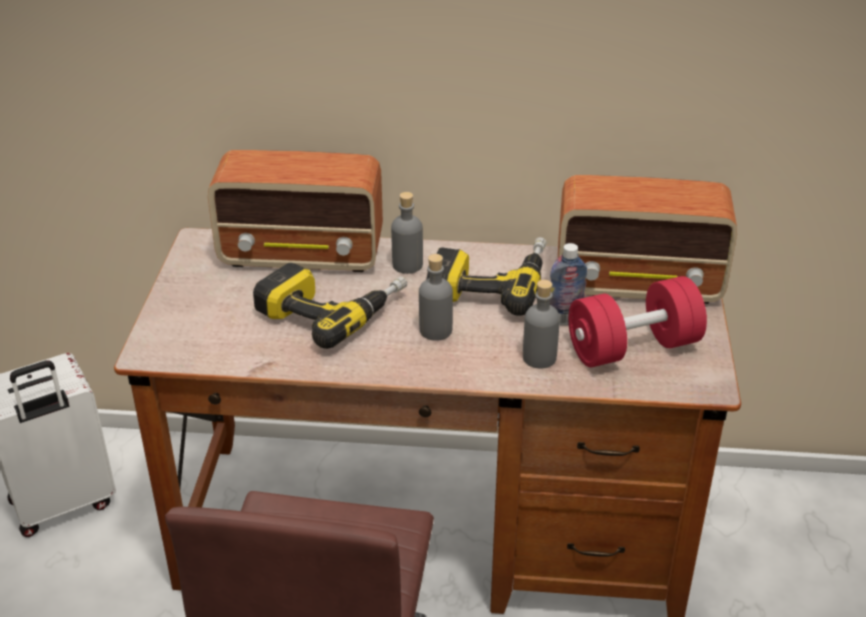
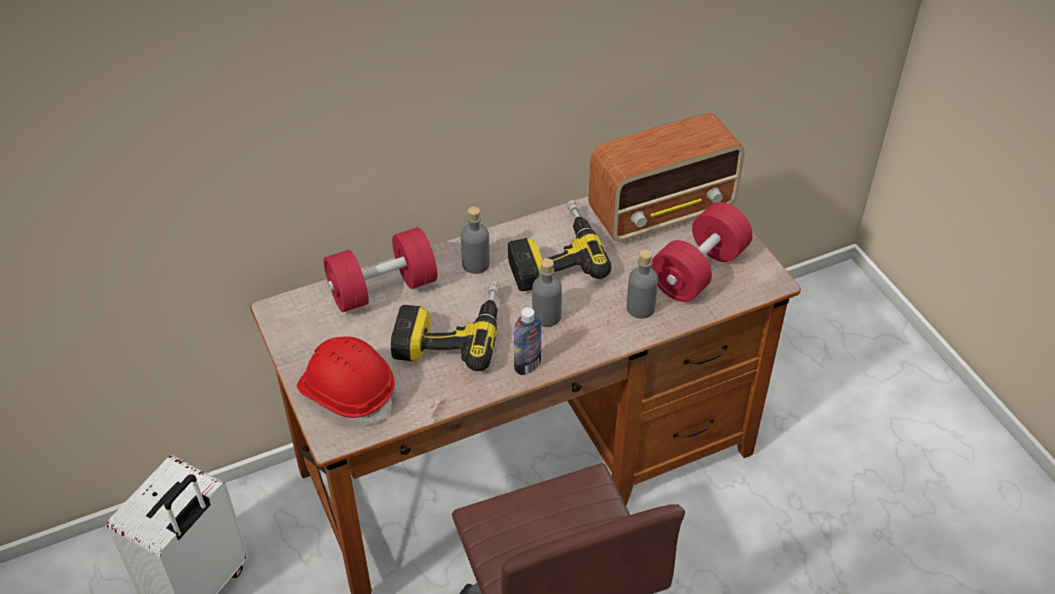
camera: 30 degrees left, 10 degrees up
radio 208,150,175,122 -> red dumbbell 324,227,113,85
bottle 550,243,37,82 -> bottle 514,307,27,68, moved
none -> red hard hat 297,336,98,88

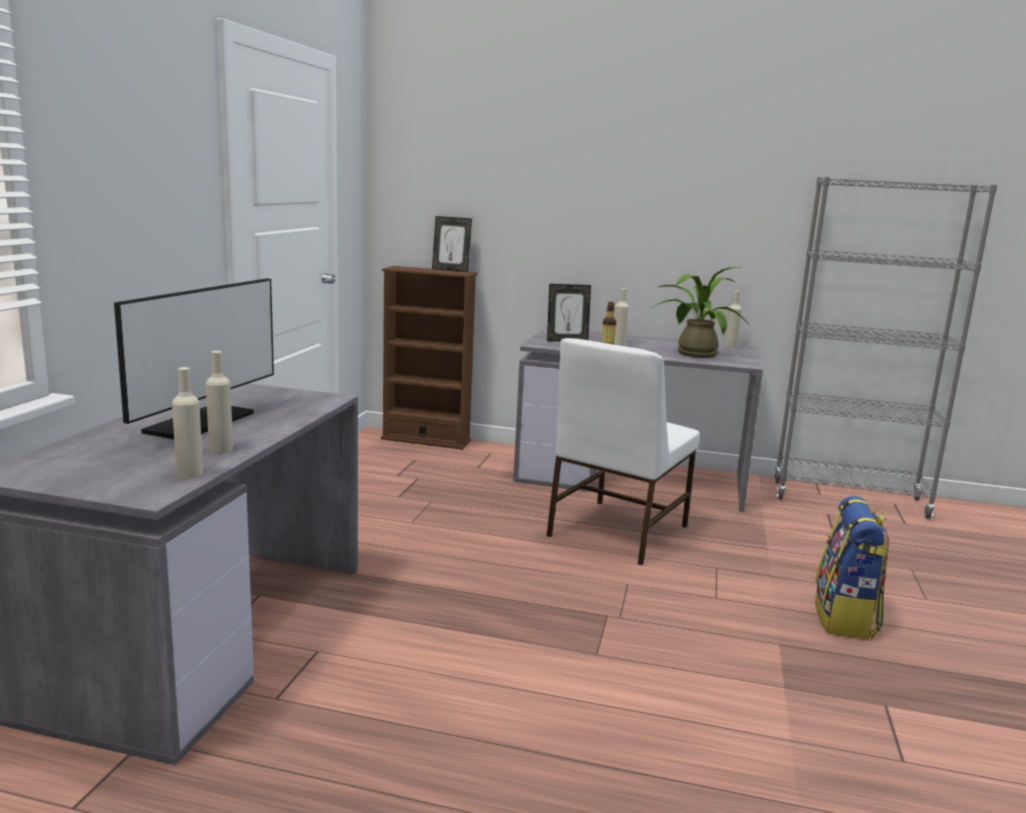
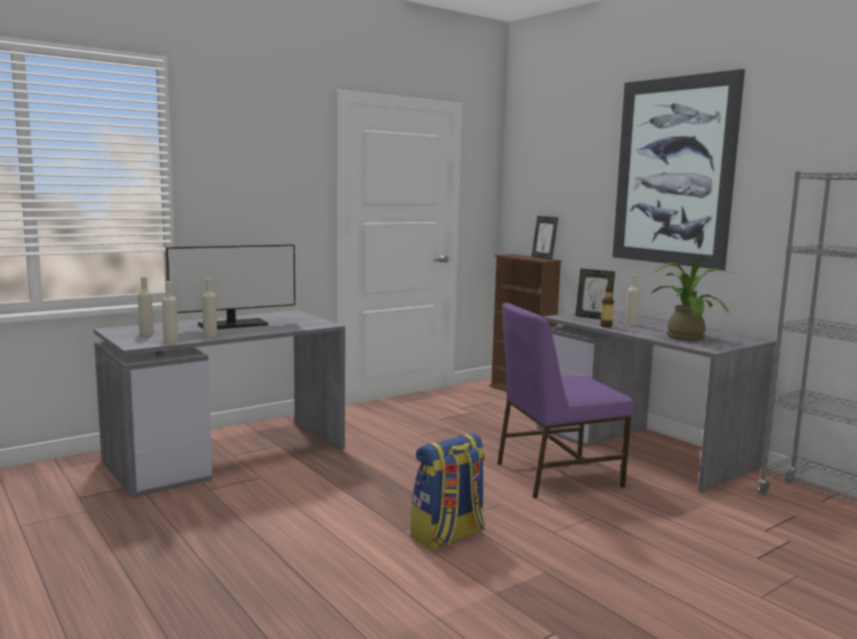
camera: 40 degrees right, 5 degrees down
white chair 546,338,154,227 -> purple chair 497,303,137,195
beige bottle 724,291,18,57 -> beige bottle 138,276,16,60, moved
backpack 815,496,74,144 -> backpack 411,433,75,117, moved
none -> picture 613,69,132,201

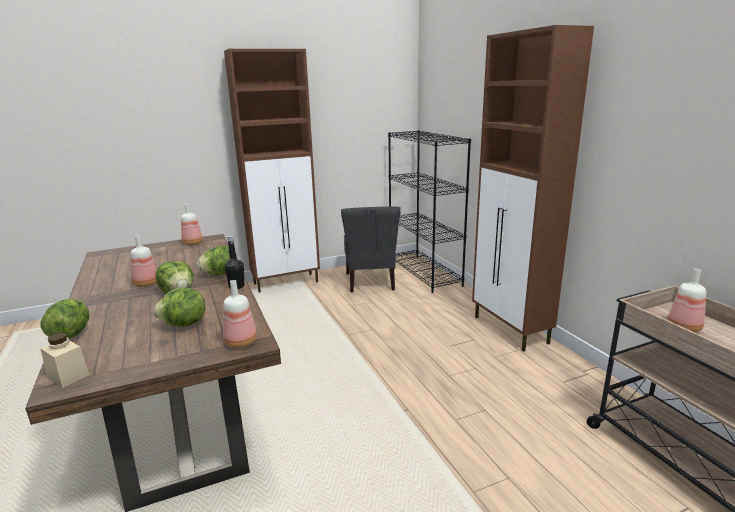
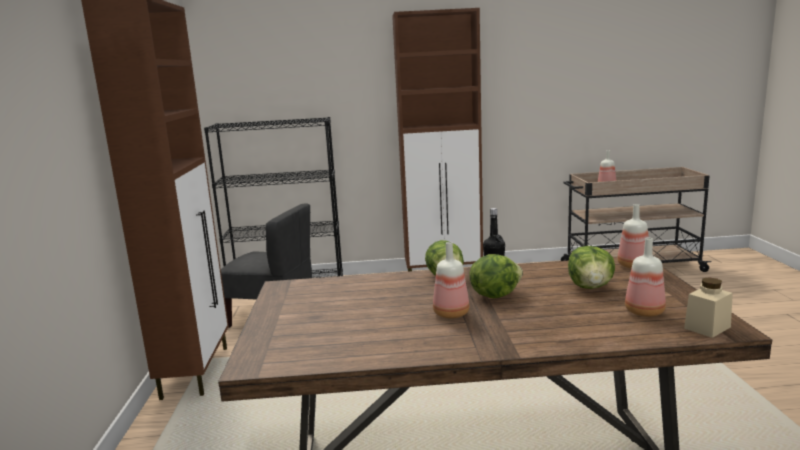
camera: 70 degrees left, 5 degrees down
lettuce 40,299,49,40 -> none
bottle 181,203,22,42 -> bottle 625,238,41,79, moved

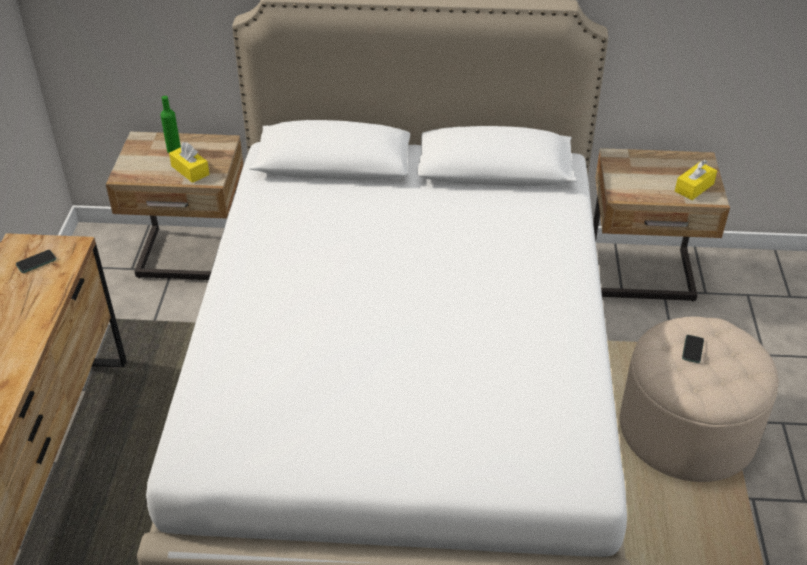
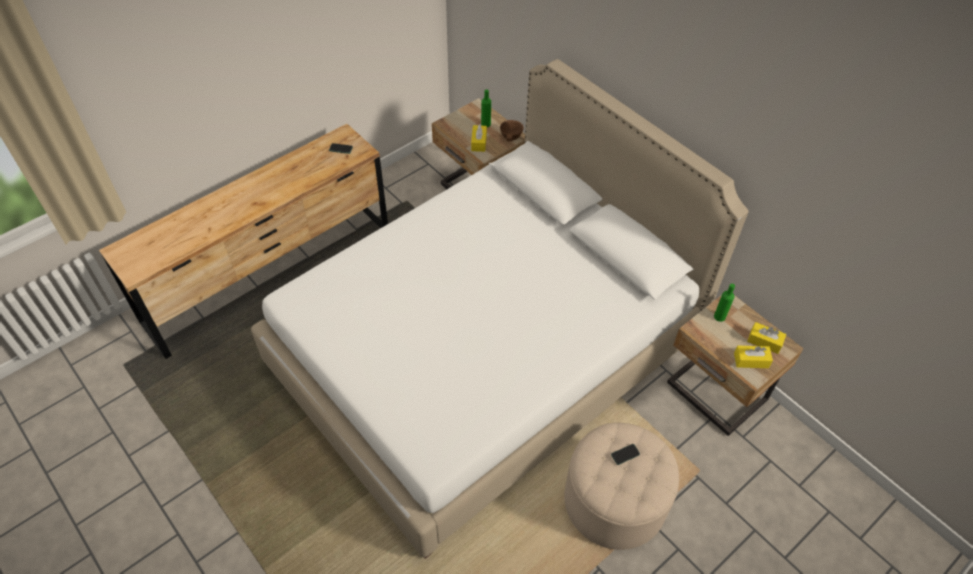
camera: 45 degrees right, 10 degrees up
none -> brown bowl 500,120,24,21
none -> green bottle 714,284,21,38
none -> yellow tissue box 747,322,40,32

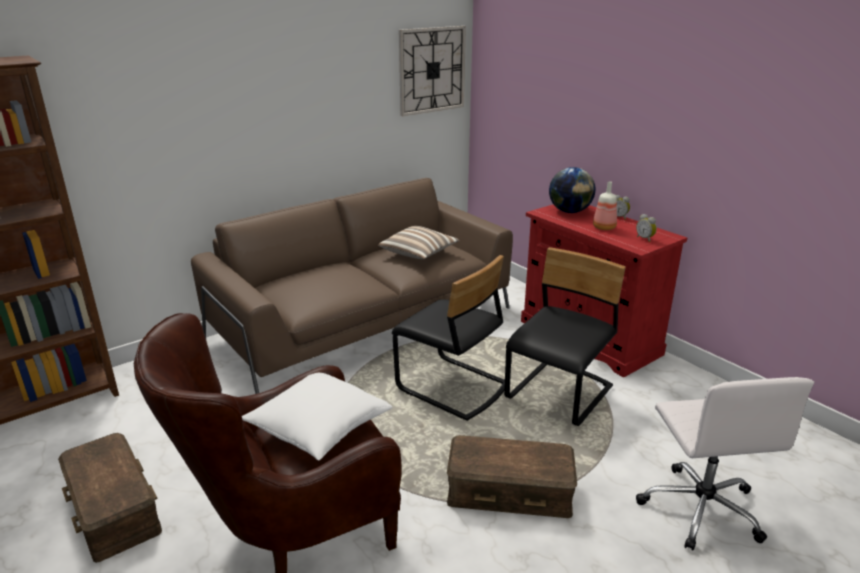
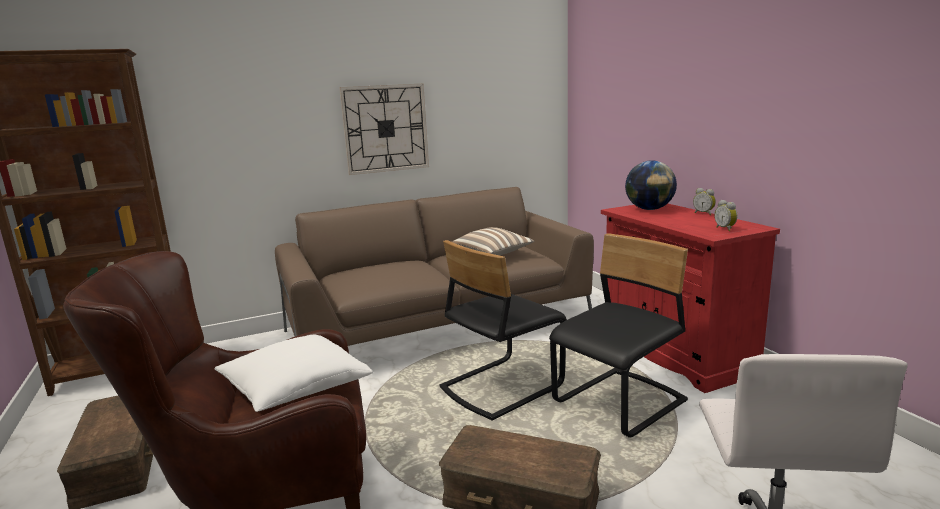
camera: 15 degrees right, 10 degrees down
black chair 392,255,113,166 -> black chair 440,240,127,181, 90 degrees clockwise
wall clock 399,26,67,90 -> wall clock 339,83,90,92, moved
bottle 593,181,24,49 -> none

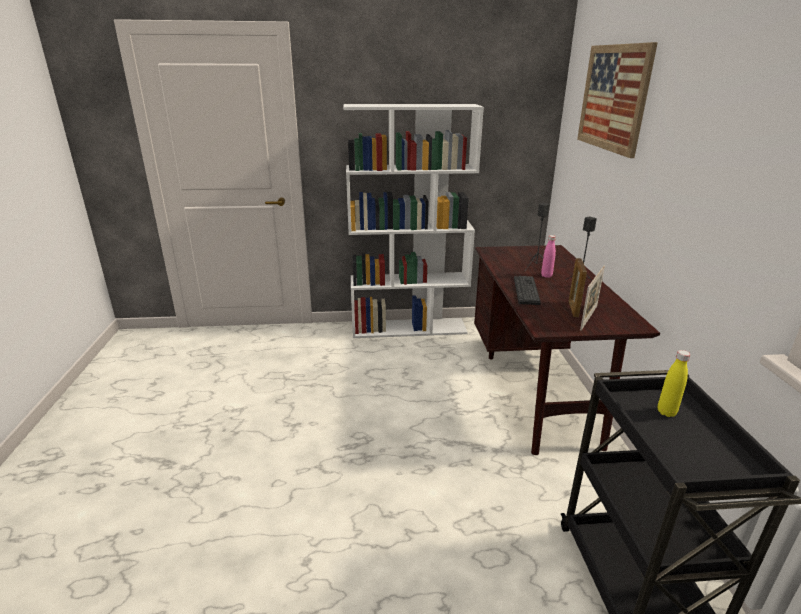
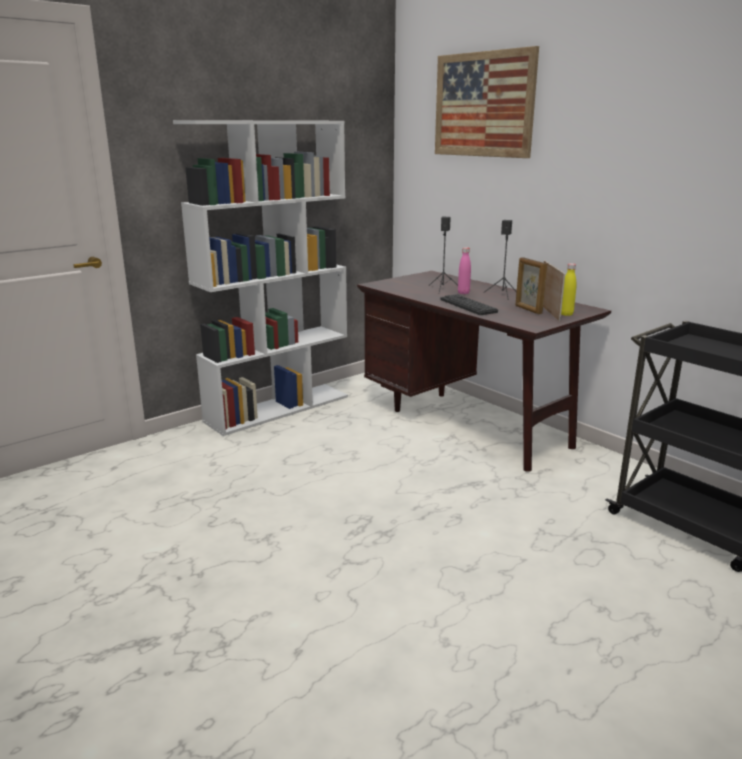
camera: 35 degrees left, 5 degrees down
yellow bottle 658,350,32,67 -> yellow bottle 561,263,15,53, moved

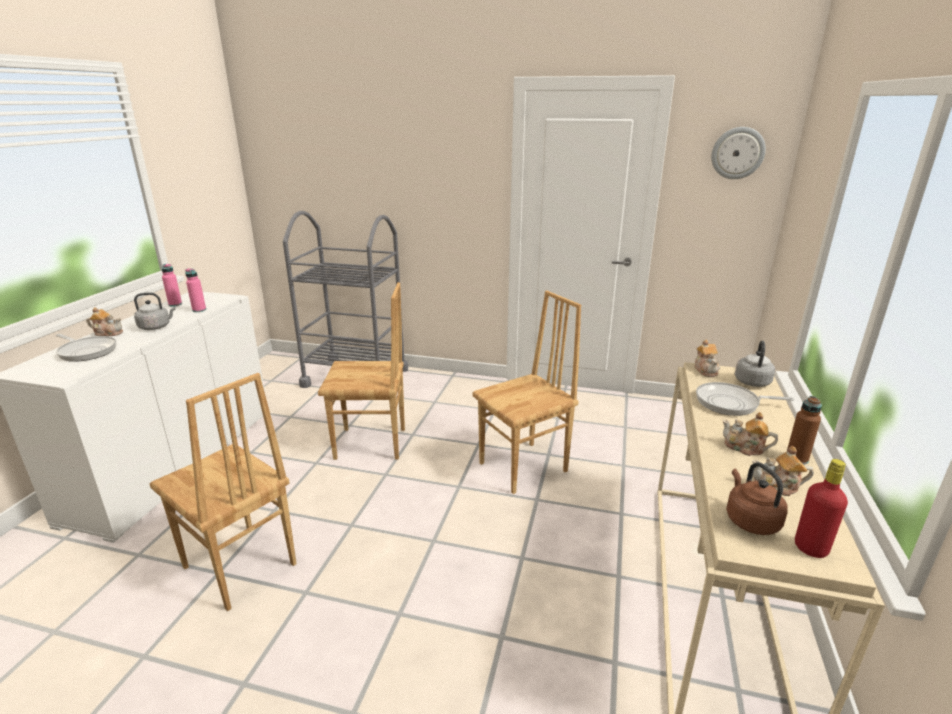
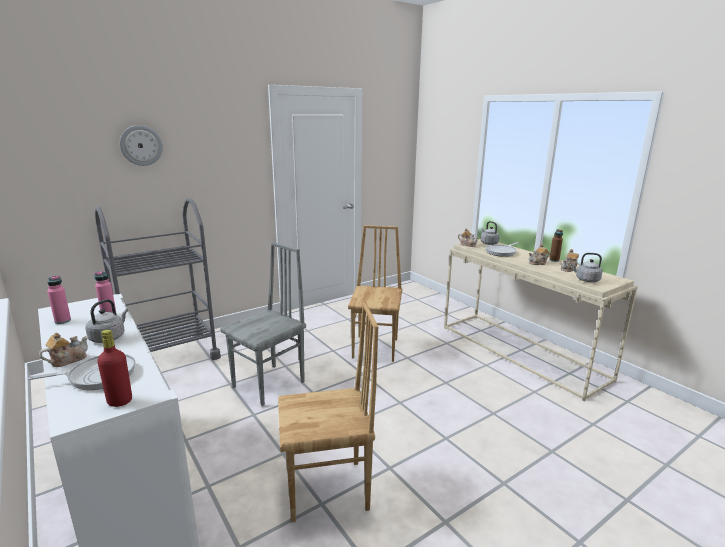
camera: 50 degrees left, 5 degrees down
brown chair 318,282,87,178 -> grey chair 220,242,86,164
wall clock 711,127,55,52 -> wall clock 120,125,43,41, moved
brown kettle 726,462,62,73 -> grey kettle 571,253,32,29
red bottle 795,459,53,99 -> red bottle 97,330,35,77, moved

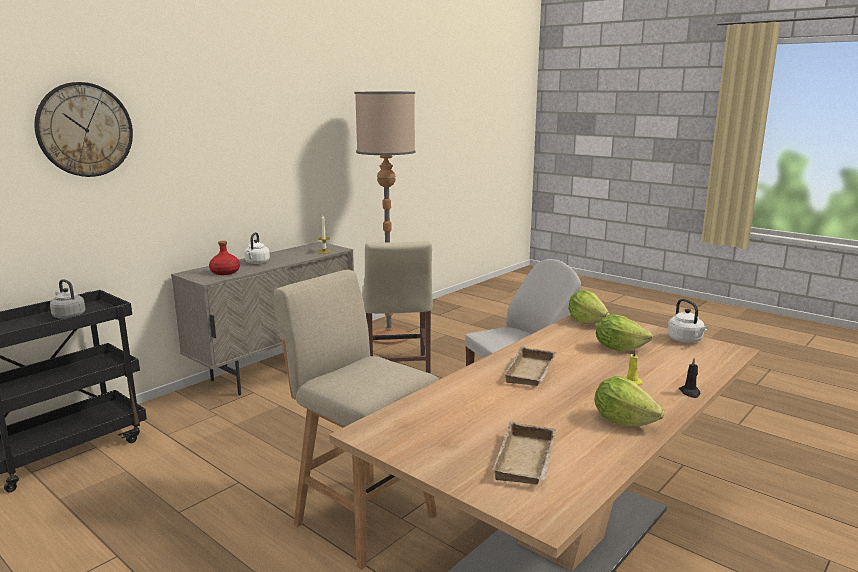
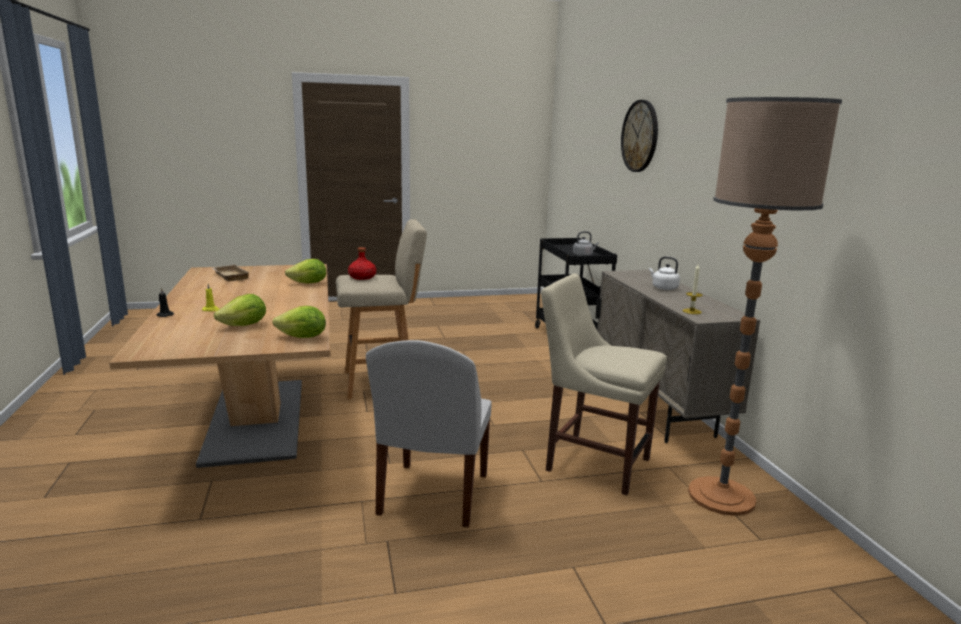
camera: 125 degrees right, 0 degrees up
red bottle 209,241,31,34 -> red bottle 348,247,28,33, moved
beige tray 503,346,53,40 -> none
lettuce 594,376,71,51 -> lettuce 285,259,41,25, moved
white kettle 668,299,40,44 -> none

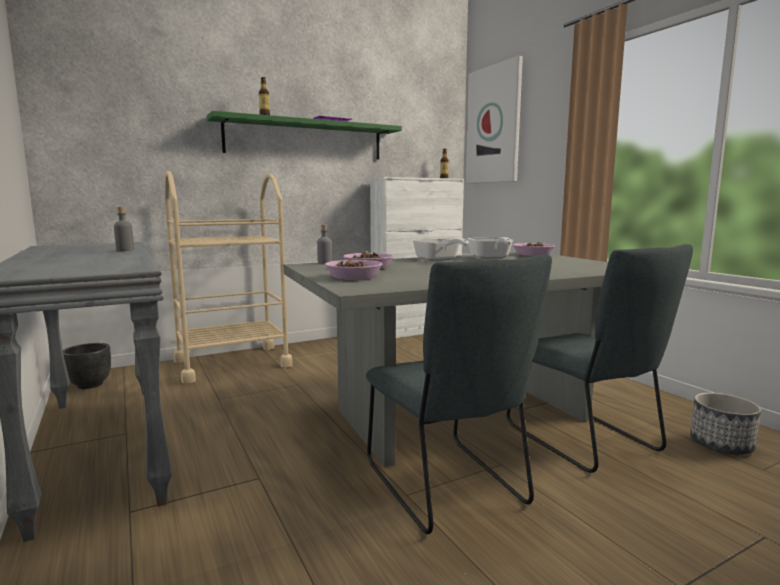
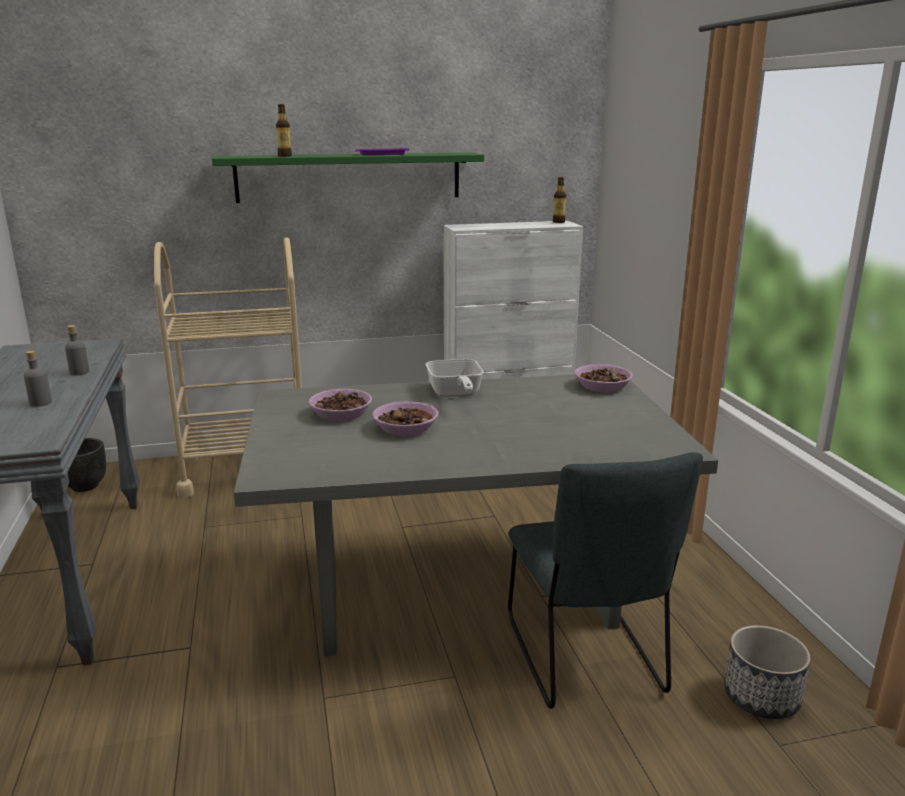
camera: 15 degrees right, 10 degrees up
grey bottle 317,225,15,39 -> grey bottle 24,351,28,56, moved
bowl 324,260,59,20 -> bowl 373,401,65,35, moved
grey chair 366,255,186,279 -> none
picture 466,56,57,128 -> none
frying pan 467,237,46,22 -> none

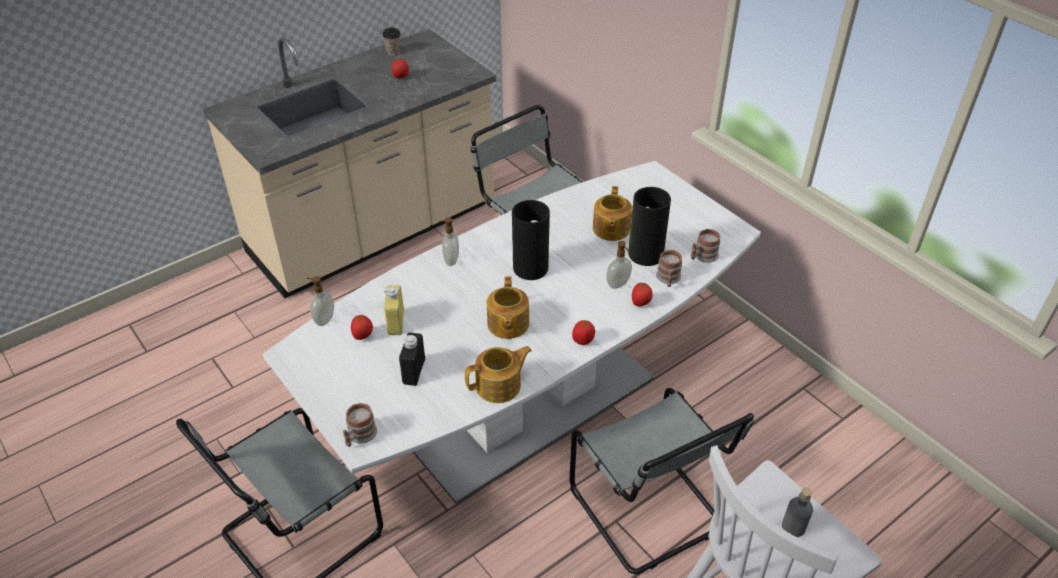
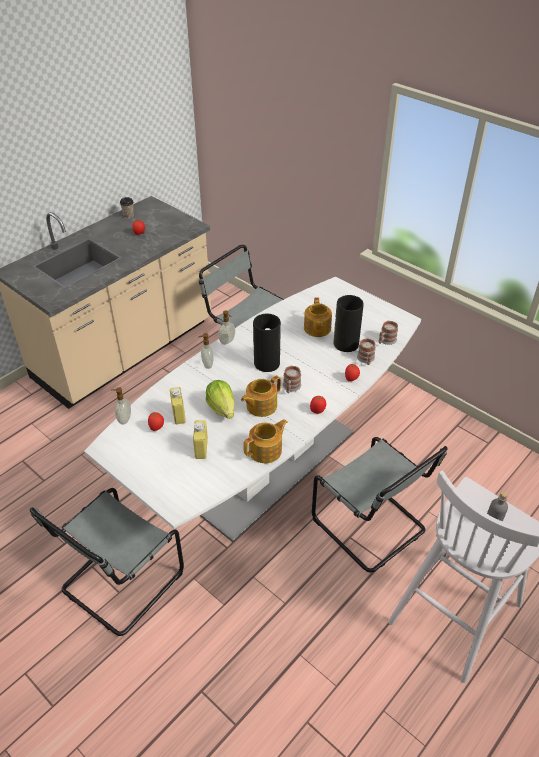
camera: 10 degrees left, 0 degrees up
mug 343,403,34,44 -> mug 283,366,18,27, moved
black bottle 399,333,26,53 -> yellow bottle 193,420,15,39
teapot 487,276,42,63 -> teapot 241,375,40,42, 60 degrees clockwise
soap dispenser 606,241,26,48 -> soap dispenser 218,310,17,35, moved
none -> lettuce 206,380,29,39

